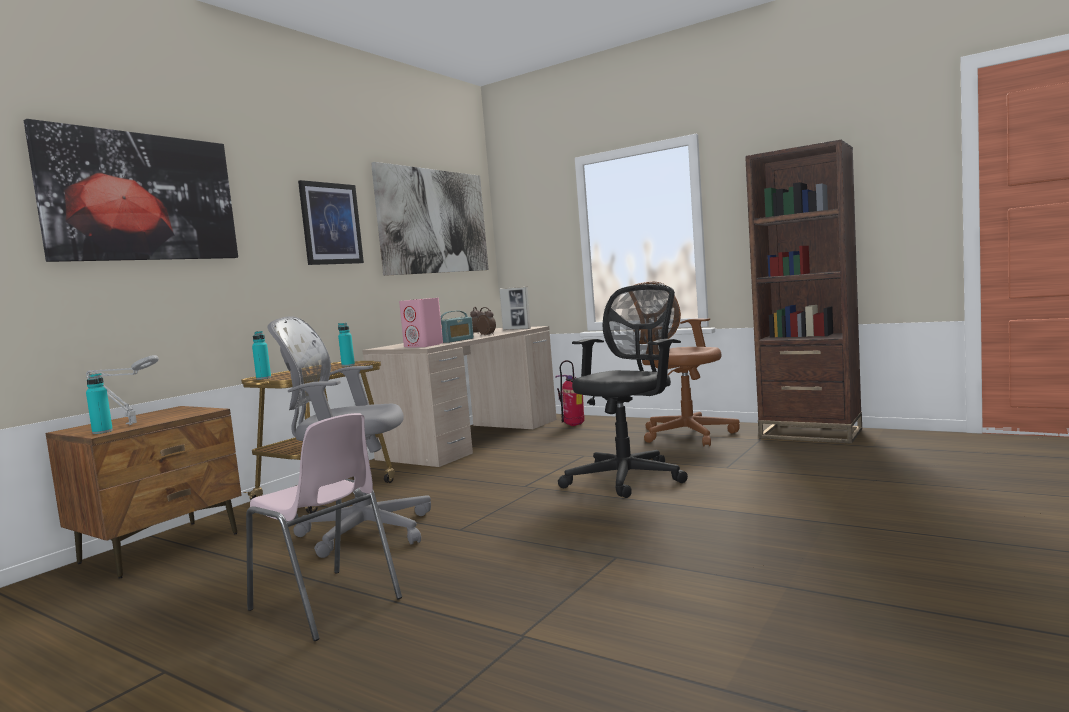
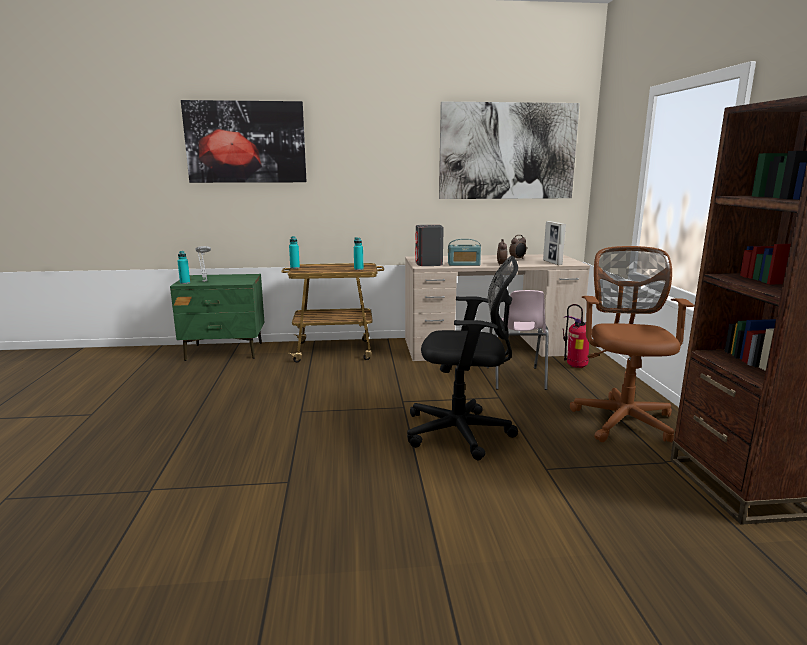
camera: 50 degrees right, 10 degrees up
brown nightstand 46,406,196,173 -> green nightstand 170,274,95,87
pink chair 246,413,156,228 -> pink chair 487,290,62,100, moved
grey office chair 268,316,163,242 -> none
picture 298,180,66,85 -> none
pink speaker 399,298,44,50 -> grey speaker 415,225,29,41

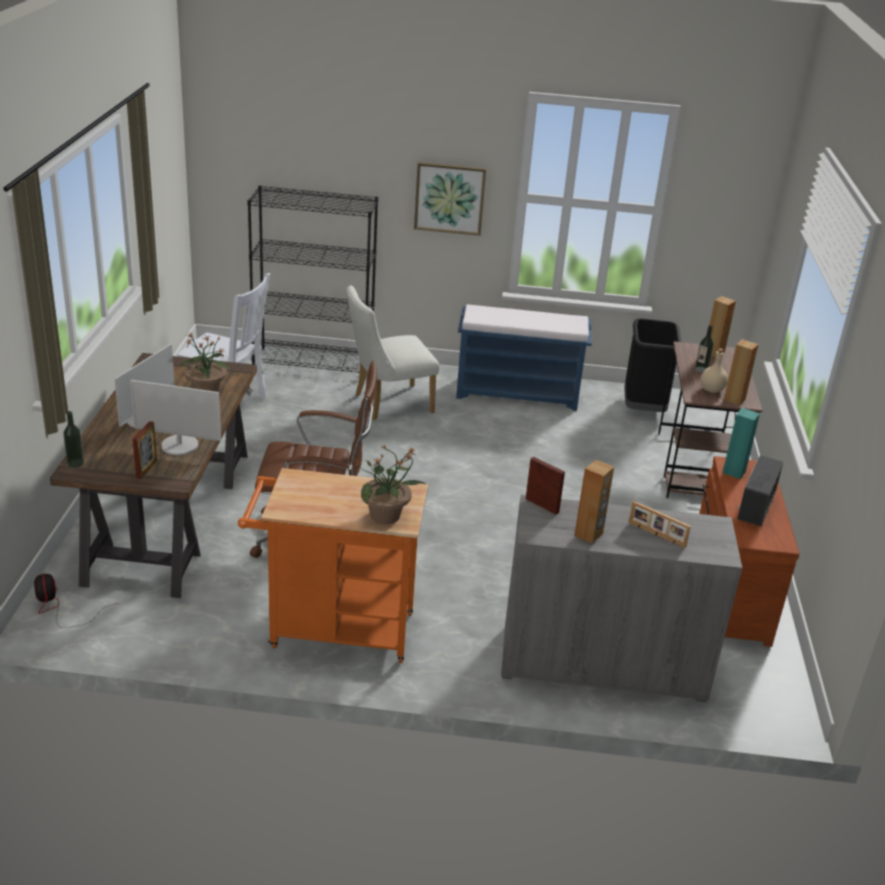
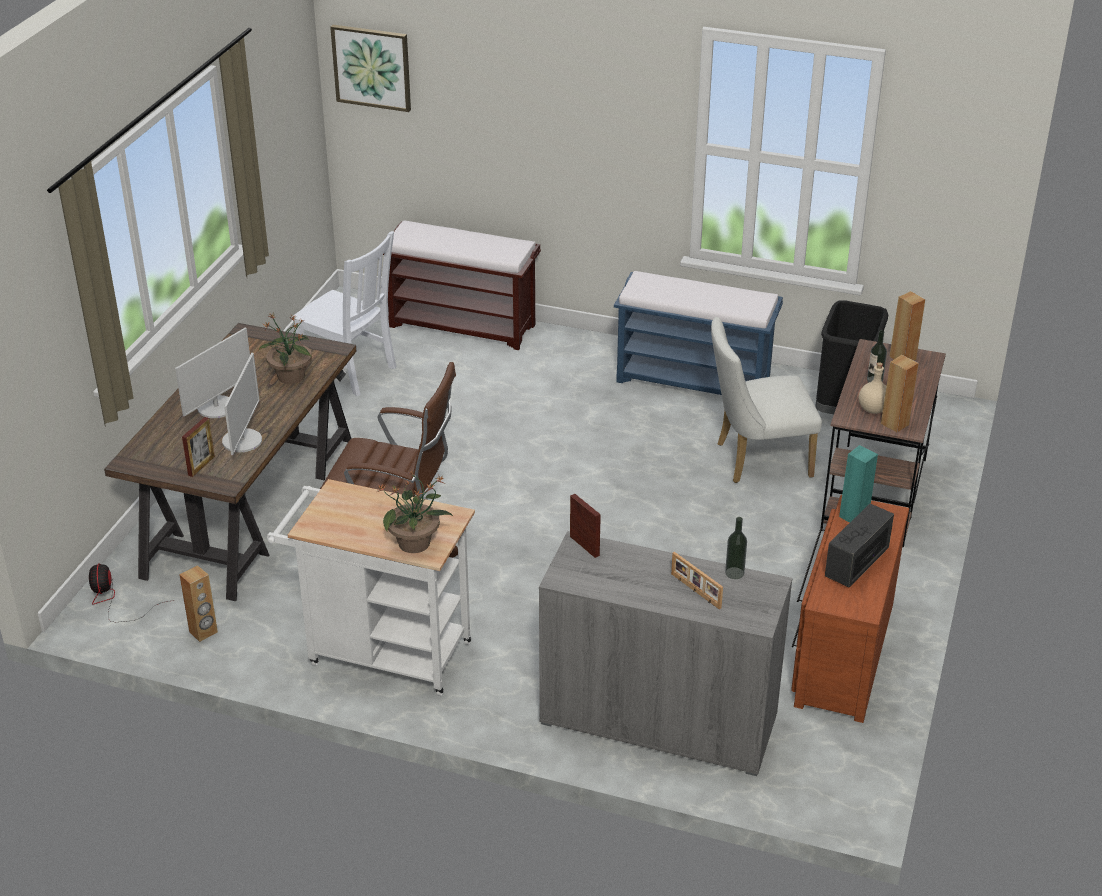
camera: 15 degrees right, 5 degrees up
bottle 63,411,21,57 -> bottle 725,517,22,62, moved
monitor 130,380,91,75 -> monitor 222,353,40,102, 105 degrees counterclockwise
orange cart 238,468,190,195 -> white cart 267,479,208,217
black bookcase 247,185,131,194 -> brown bench 383,220,158,130
white chair 347,285,92,135 -> white chair 711,317,111,166, moved
picture 414,162,72,74 -> picture 330,25,81,87, moved
brown speaker 574,460,40,84 -> brown speaker 179,565,39,77, moved

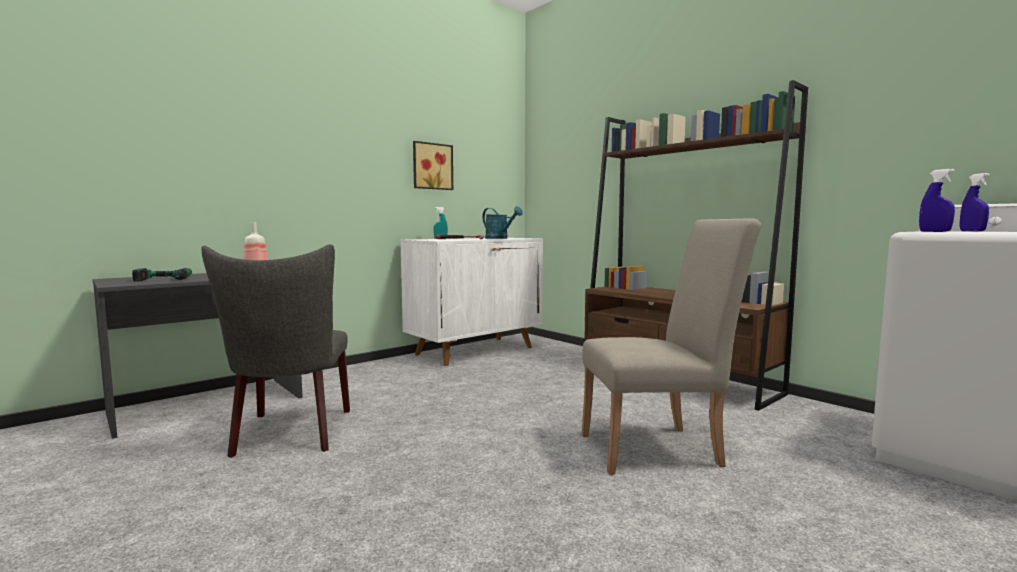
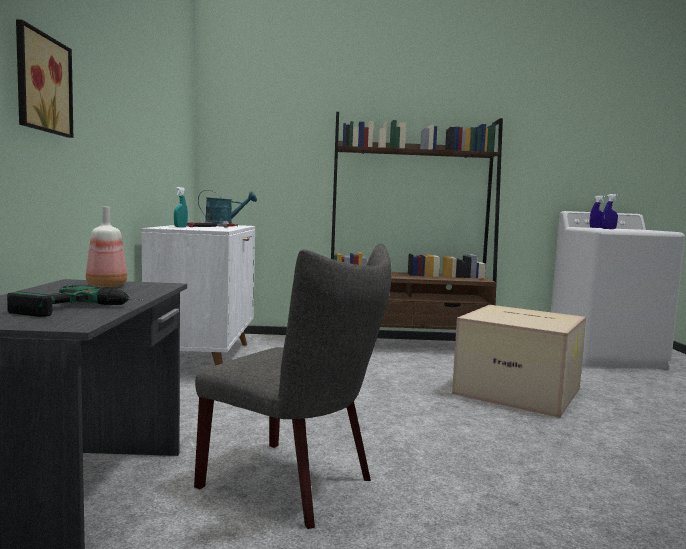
camera: 50 degrees left, 0 degrees up
picture 413,141,40,49 -> picture 16,19,57,119, moved
beige chair 582,218,179,257 -> cardboard box 452,305,134,113

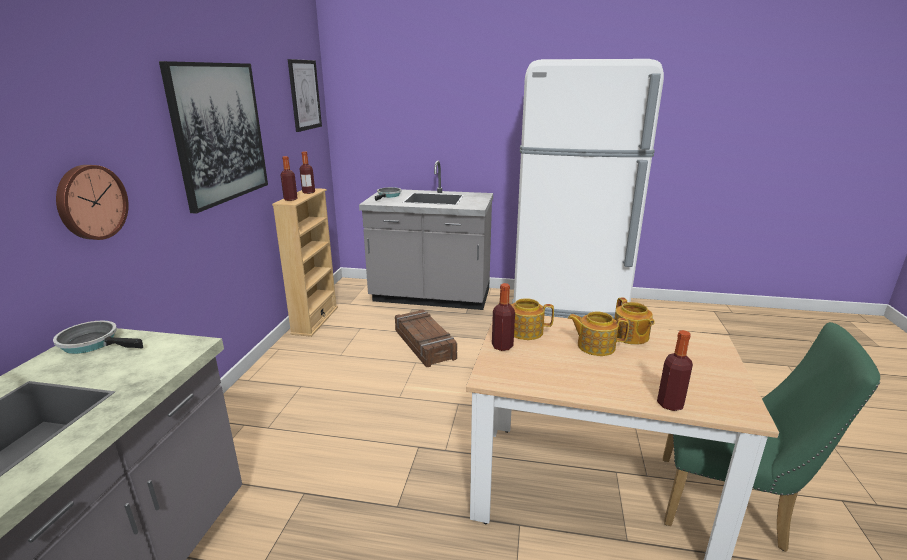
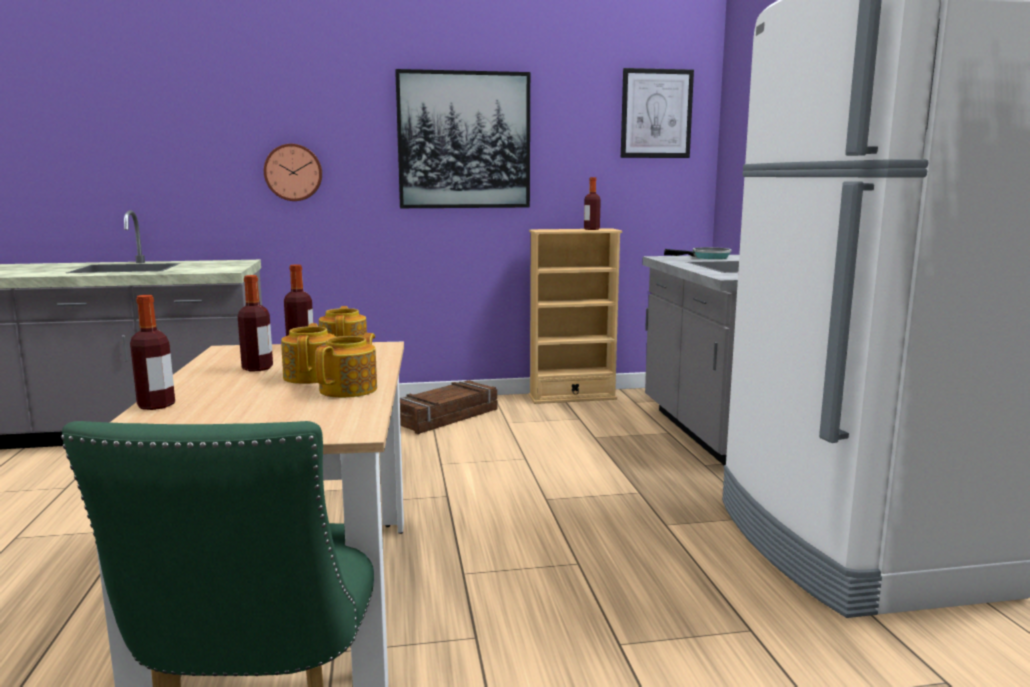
camera: 70 degrees right, 10 degrees down
frying pan 53,320,90,34 -> none
bottle 281,156,17,45 -> bottle 238,275,35,96, moved
crate 395,310,62,57 -> crate 400,380,97,54, moved
teapot 614,297,41,48 -> teapot 315,333,62,65, 150 degrees clockwise

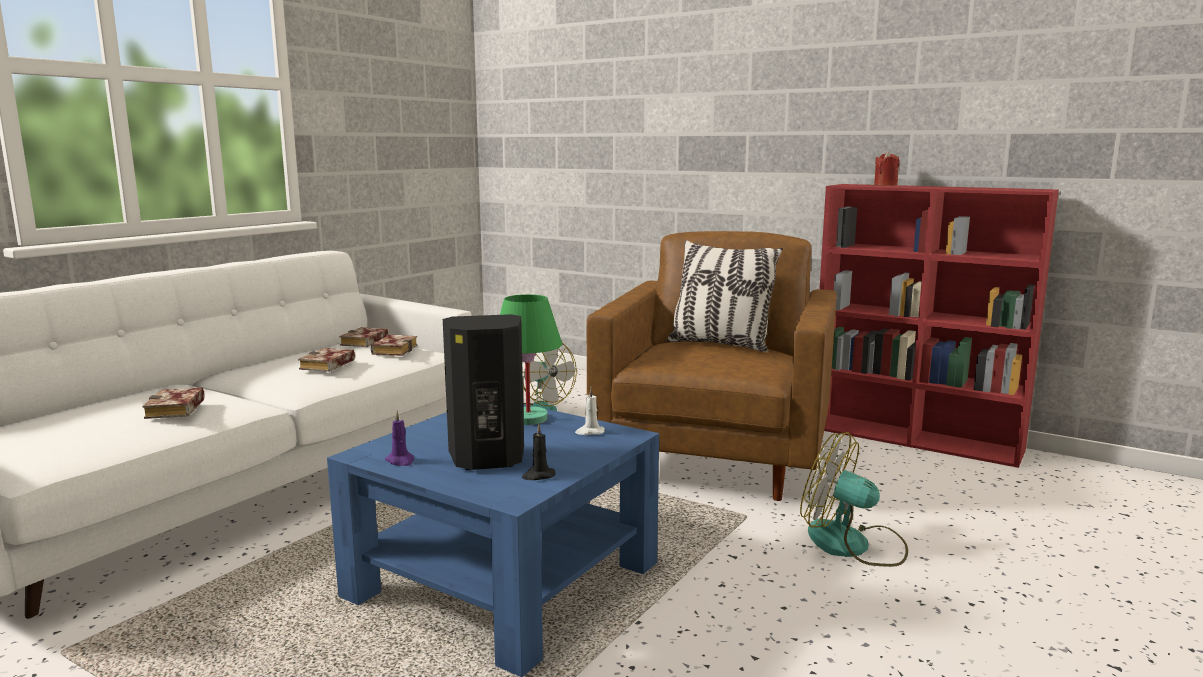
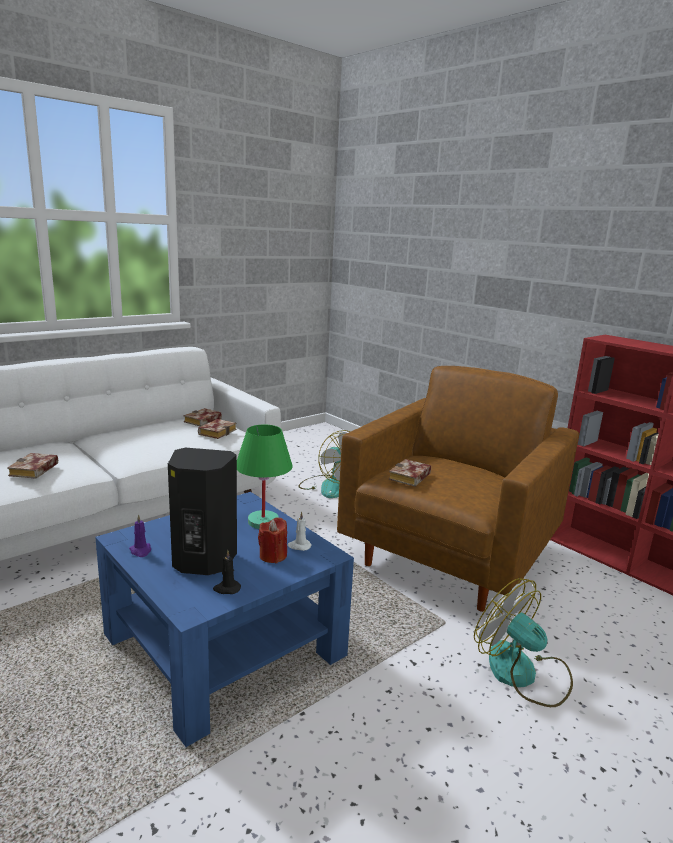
camera: 15 degrees right, 5 degrees up
book 298,348,57,24 -> book 389,459,42,28, moved
pillow 667,240,116,112 -> none
red candle 874,151,26,35 -> red candle 258,517,29,46, moved

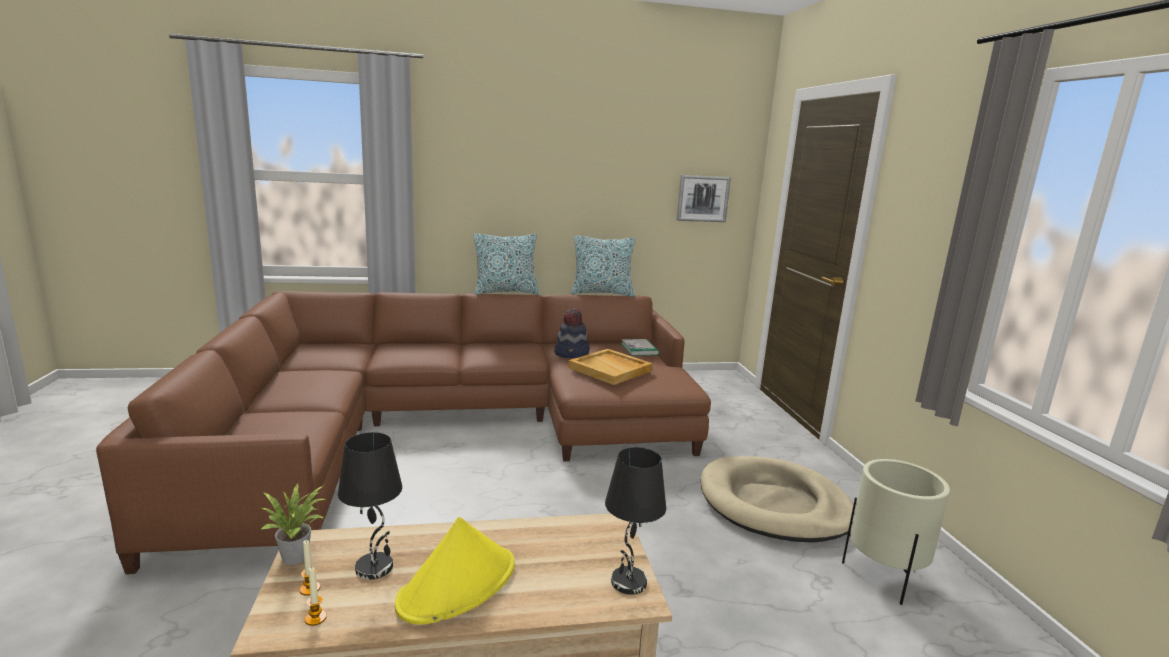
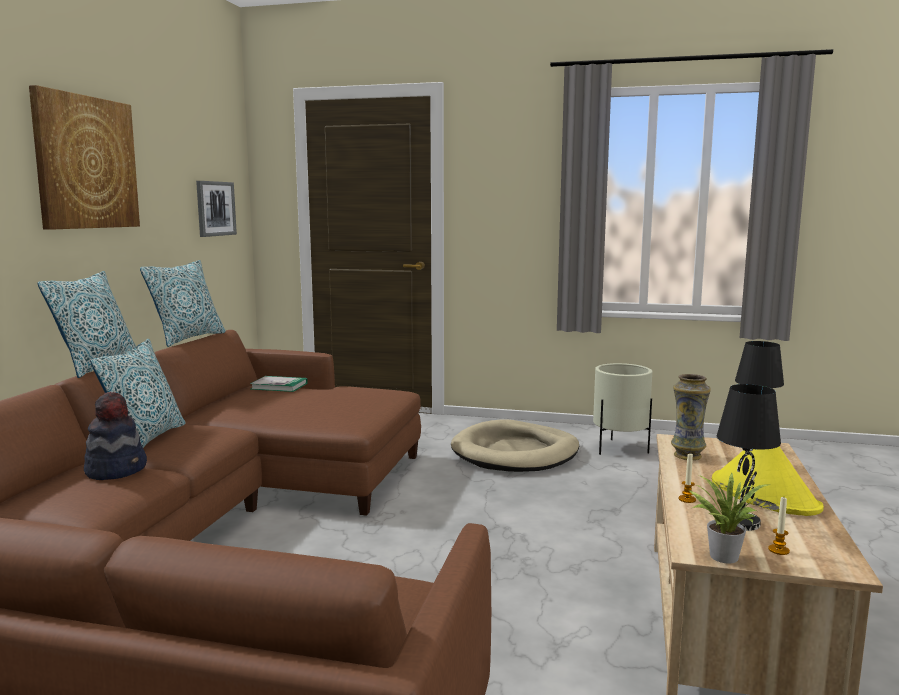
camera: 65 degrees left, 5 degrees down
candle 305,567,22,59 -> candle 679,454,17,49, moved
hat 554,308,36,50 -> hat 84,392,63,88, moved
beige tray 569,349,83,36 -> none
none -> picture 29,85,111,145
none -> pillow 91,339,94,109
none -> vase 671,374,40,86

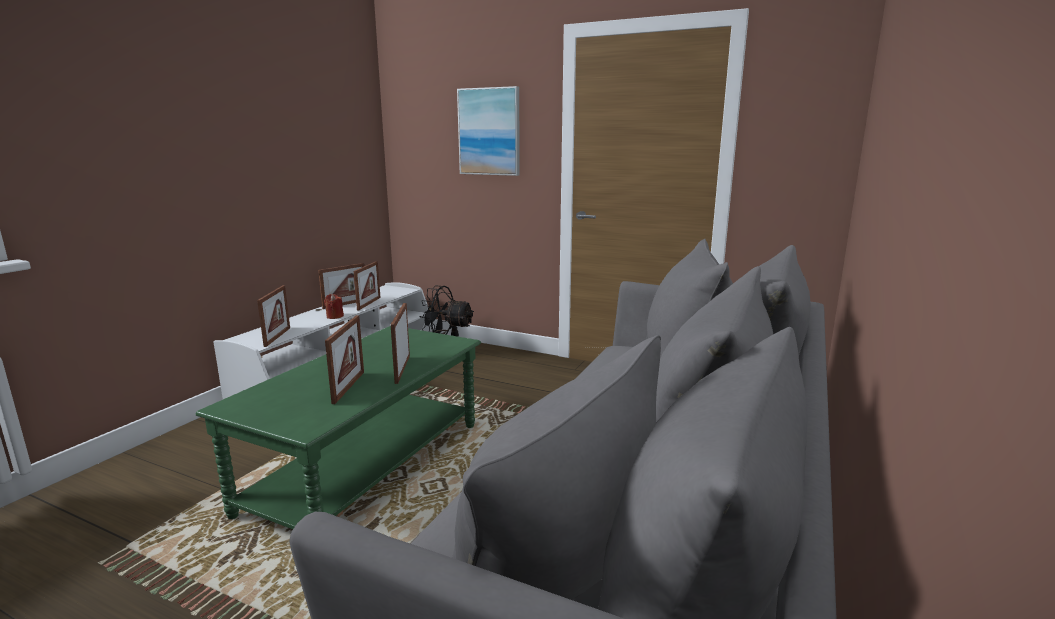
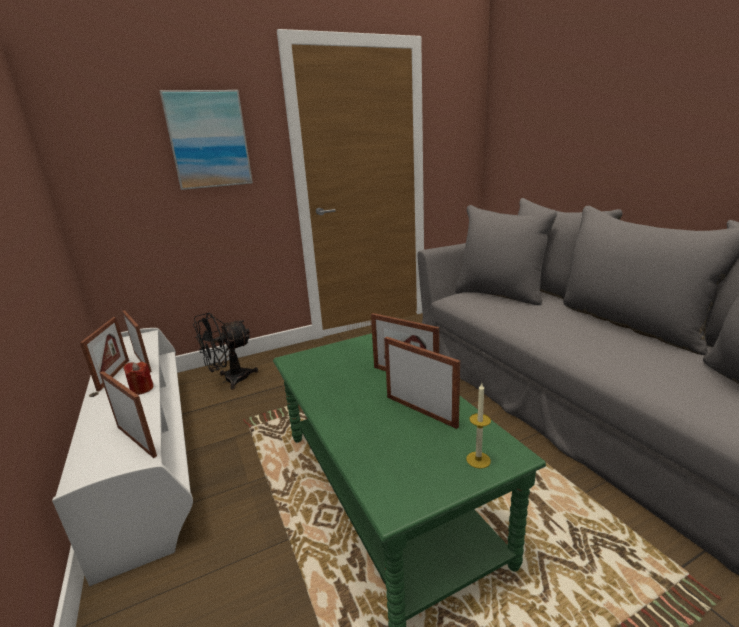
camera: 50 degrees left, 5 degrees up
none -> candle 466,383,25,86

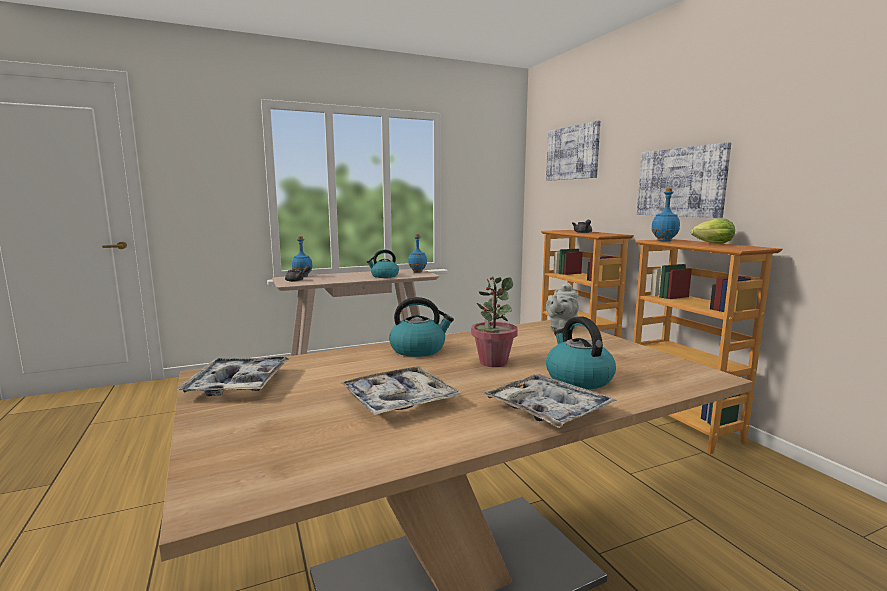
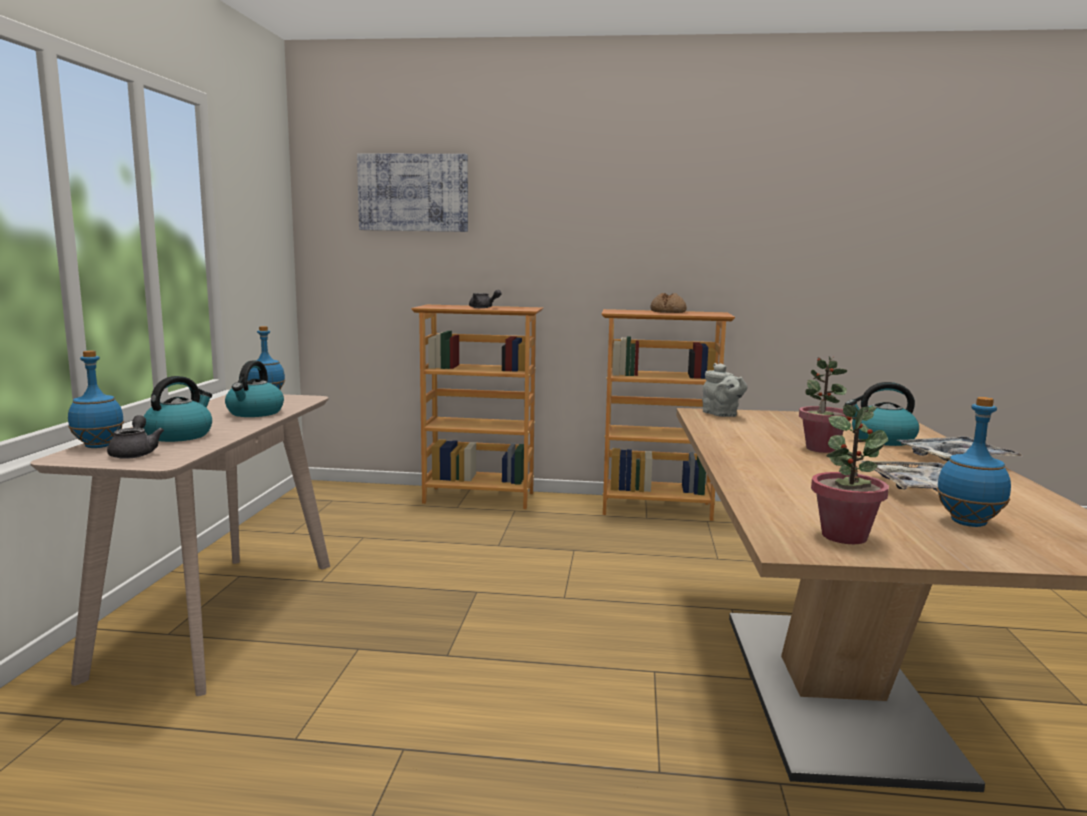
camera: 60 degrees left, 0 degrees up
tray 175,357,115,39 -> potted plant 811,405,78,139
kettle 389,297,65,60 -> kettle 143,376,69,66, moved
picture 637,142,94,76 -> none
blue bottle 651,188,29,54 -> blue bottle 936,397,75,130, moved
lettuce 691,218,44,26 -> bread 650,293,37,20

